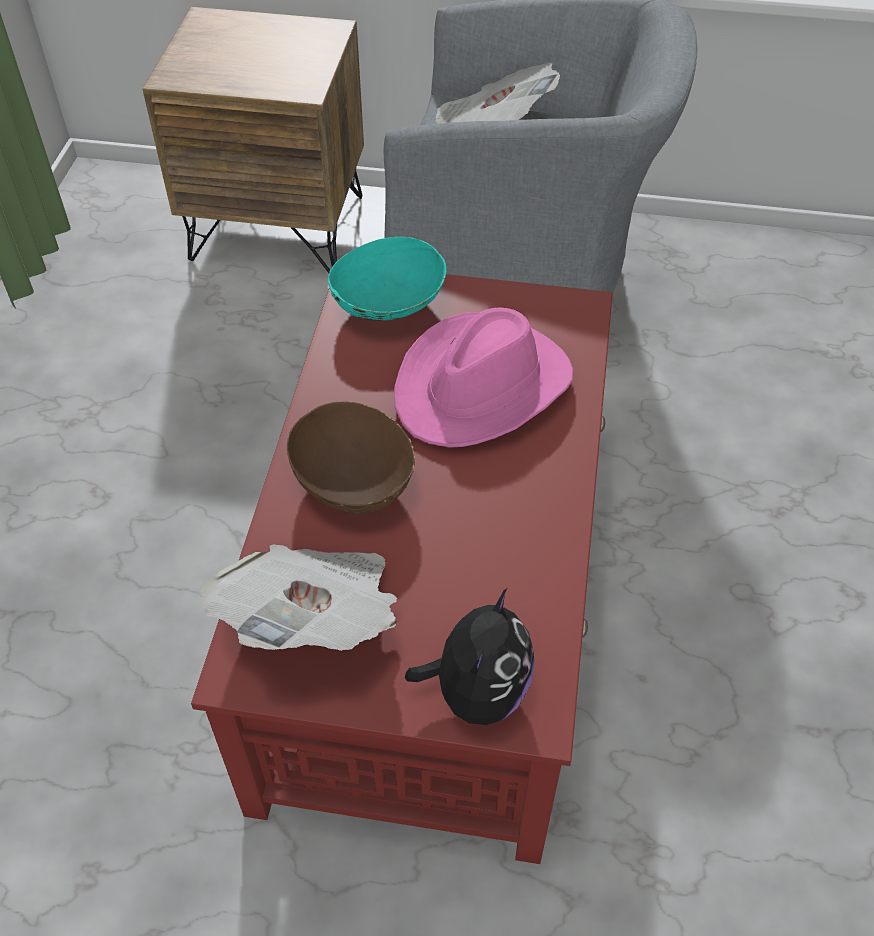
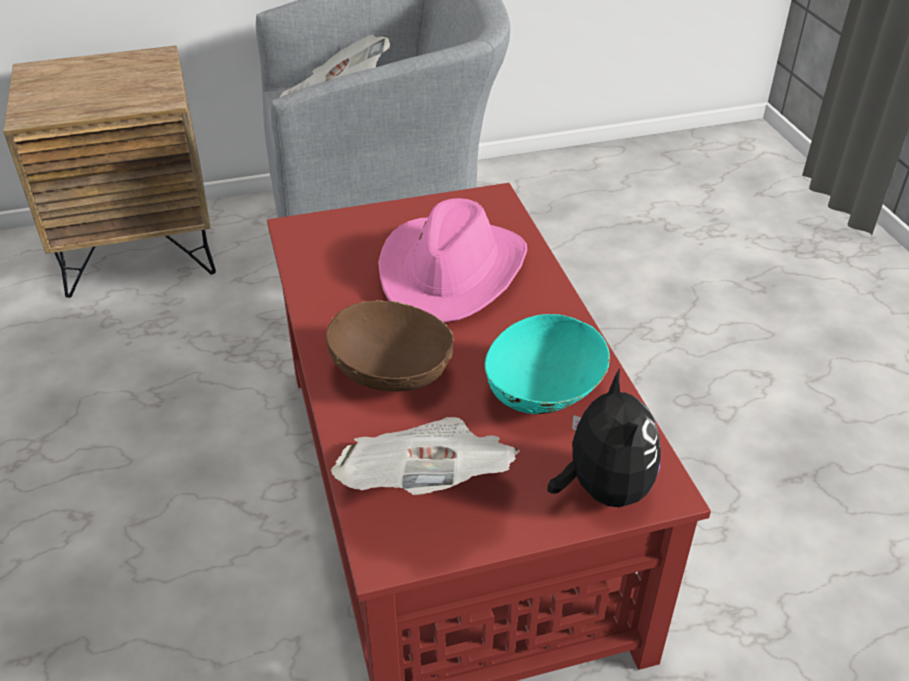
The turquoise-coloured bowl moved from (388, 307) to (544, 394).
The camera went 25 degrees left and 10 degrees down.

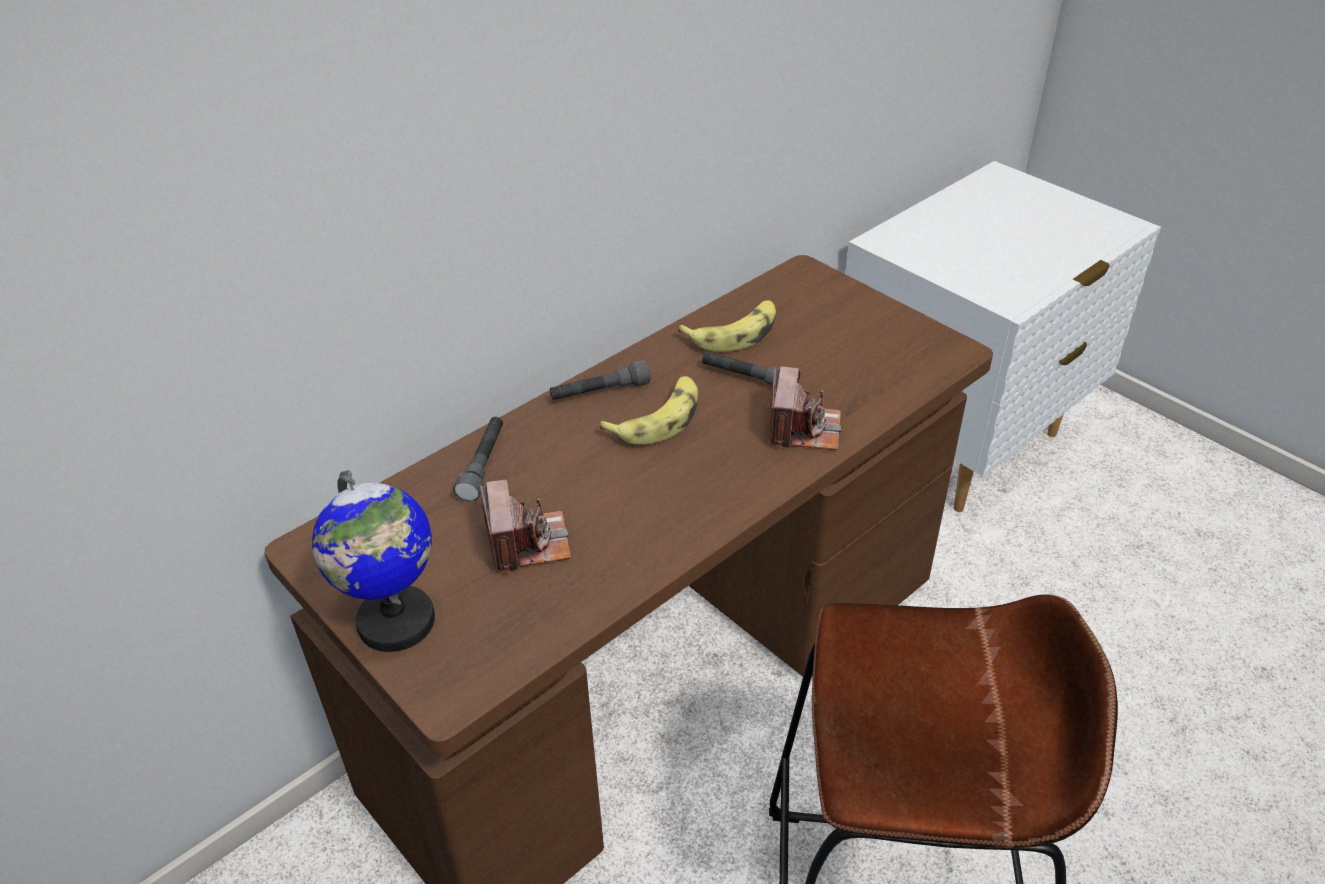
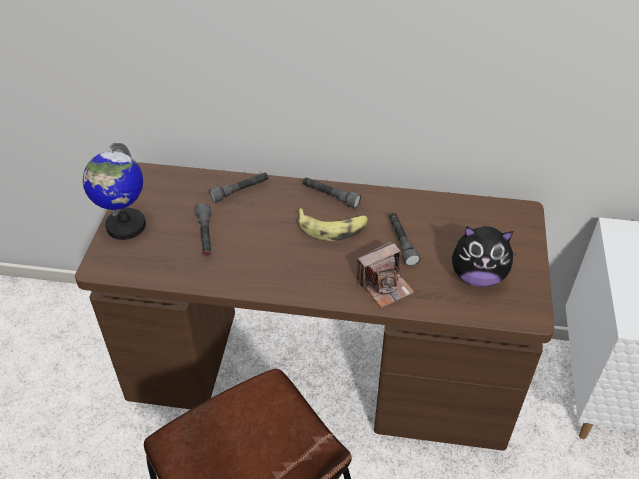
The whole banana at (734, 333) disappeared.
The photo camera at (527, 543) was replaced by the grey torch at (205, 235).
The plush toy at (477, 276) appeared.
The camera went 50 degrees right and 5 degrees up.

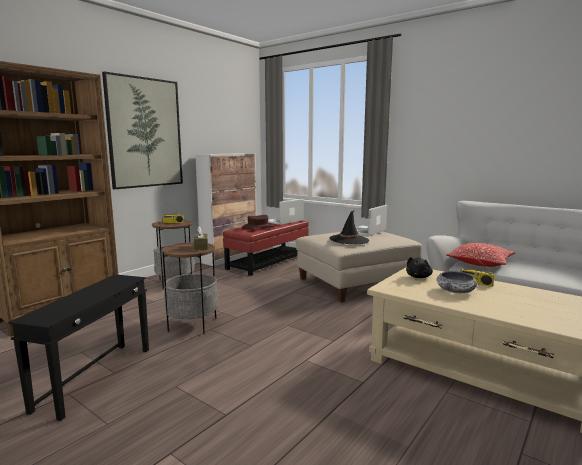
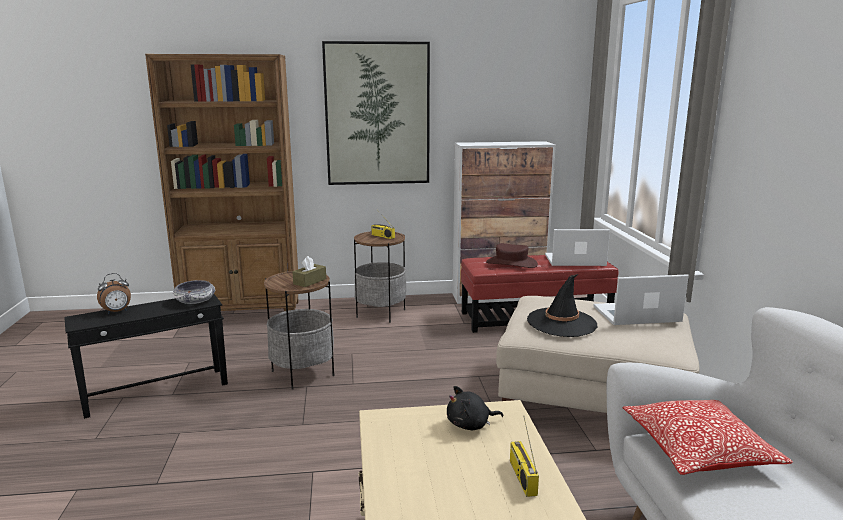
The bowl moved from (455, 291) to (195, 301).
The alarm clock at (117, 312) appeared.
The camera went 45 degrees right and 5 degrees up.

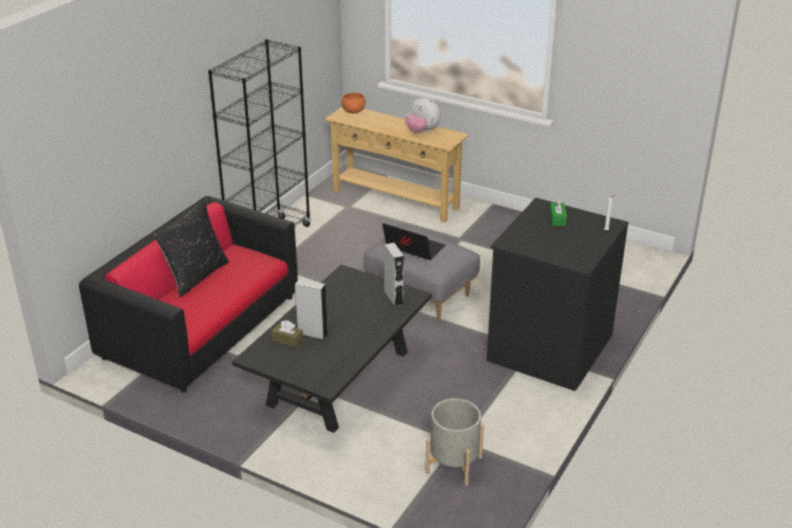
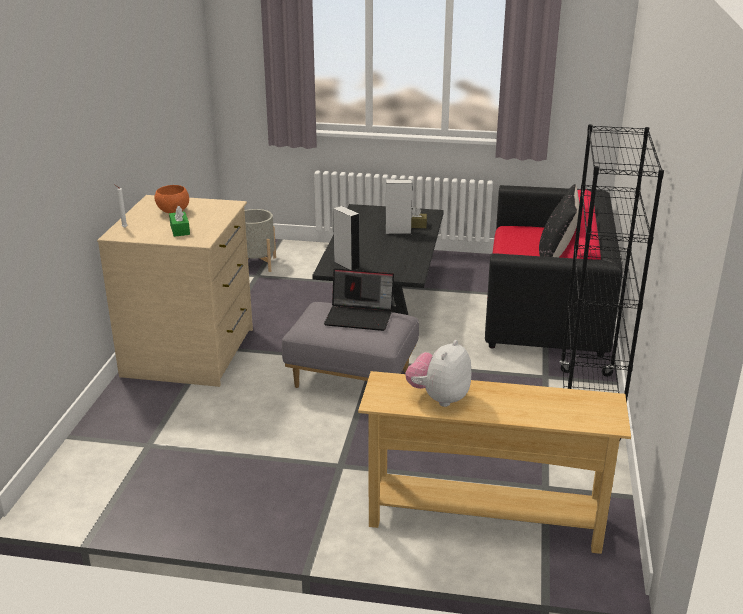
The orangey bowl moved from (353, 111) to (174, 211).
The plush toy at (422, 131) turned 75 degrees counterclockwise.
The blackish dresser at (548, 347) became the sand-coloured dresser at (191, 352).
The camera went 160 degrees right and 5 degrees down.

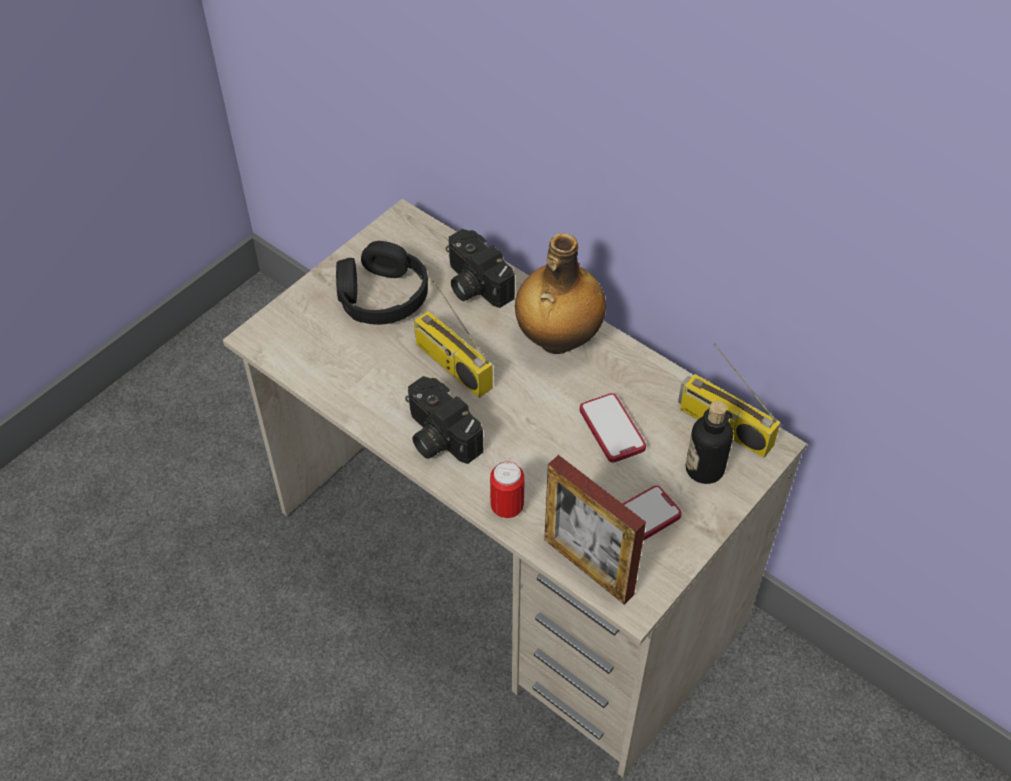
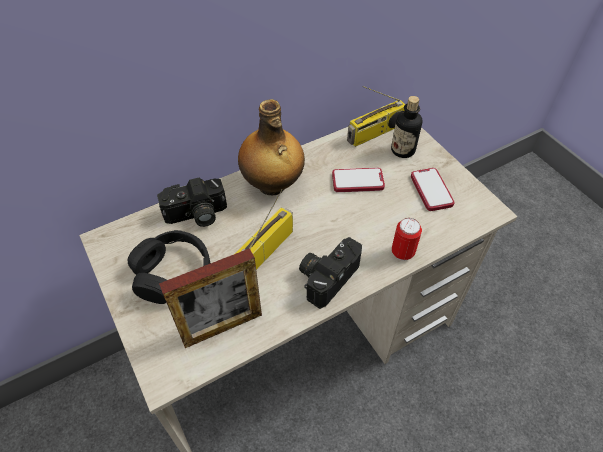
The radio receiver at (451, 365) turned 150 degrees clockwise.
The photo camera at (437, 436) turned 150 degrees clockwise.
The picture frame moved from (588, 567) to (222, 326).
The camera went 70 degrees left and 0 degrees up.

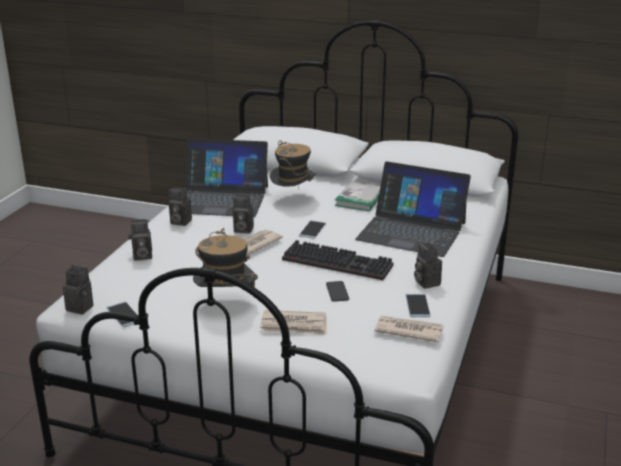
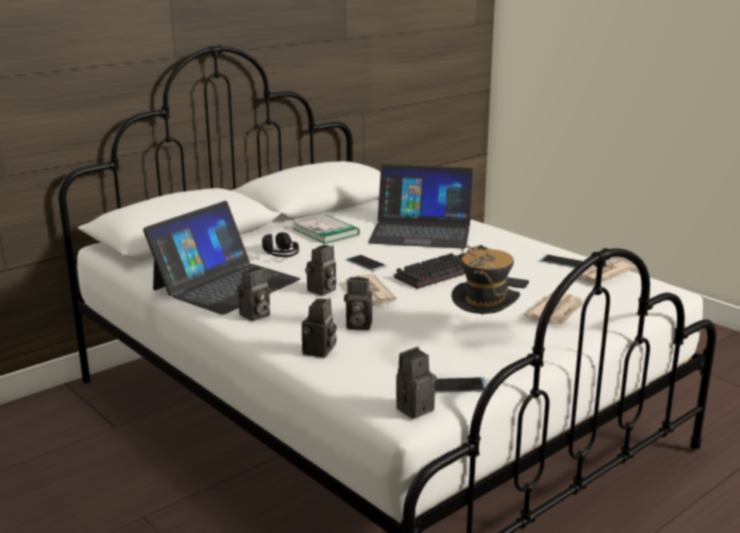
The clothing hat at (293, 199) was replaced by the blackish pair of headphones at (281, 255).
The laptop at (411, 231) turned 45 degrees clockwise.
The photo camera moved from (425, 282) to (357, 325).
The camera went 60 degrees left and 5 degrees down.

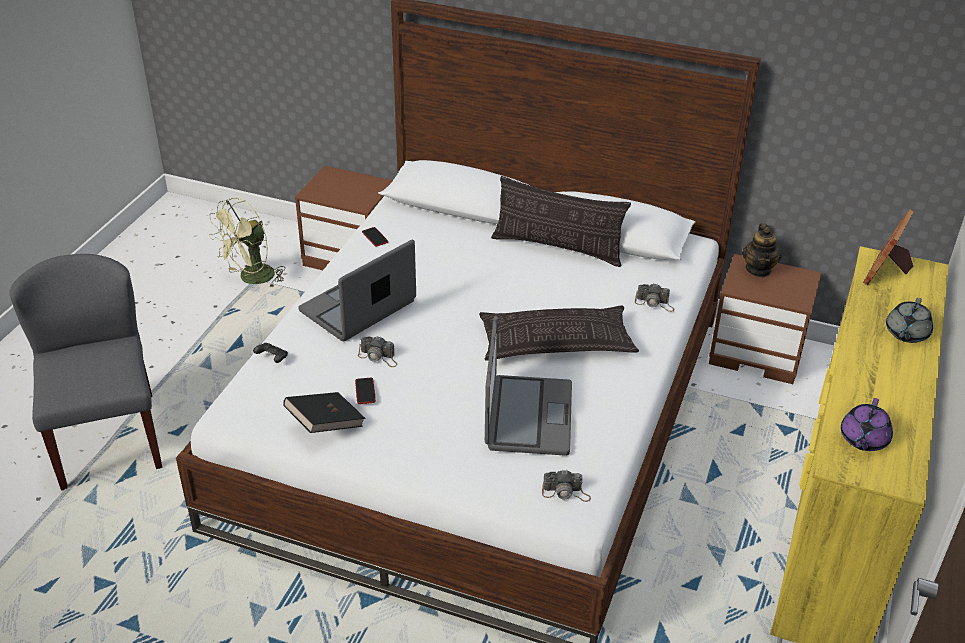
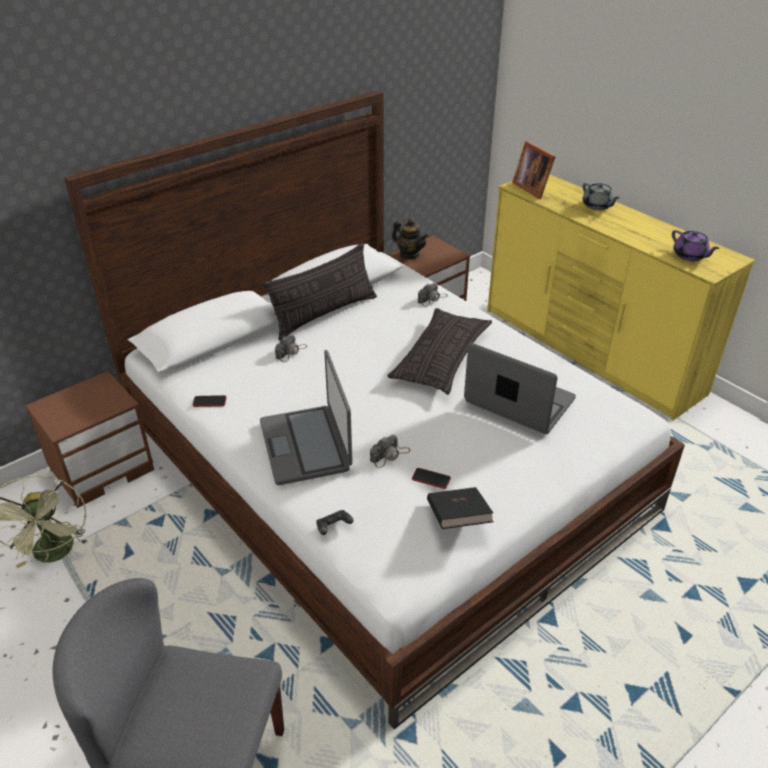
The photo camera moved from (566, 492) to (291, 352).
The camera went 60 degrees left and 0 degrees up.

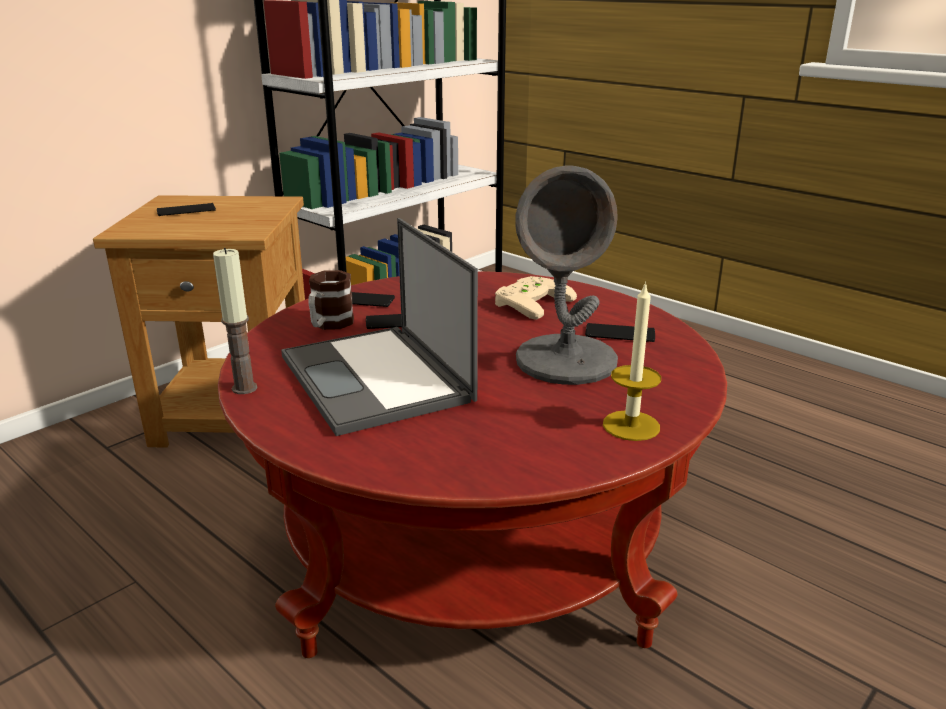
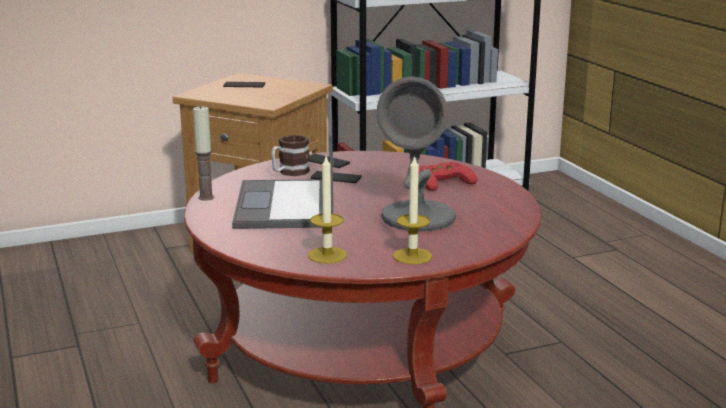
The sand-coloured joypad at (529, 302) became the red-coloured joypad at (441, 180).
The handset at (620, 334) disappeared.
The wax light at (327, 255) appeared.
The camera went 25 degrees right and 5 degrees down.

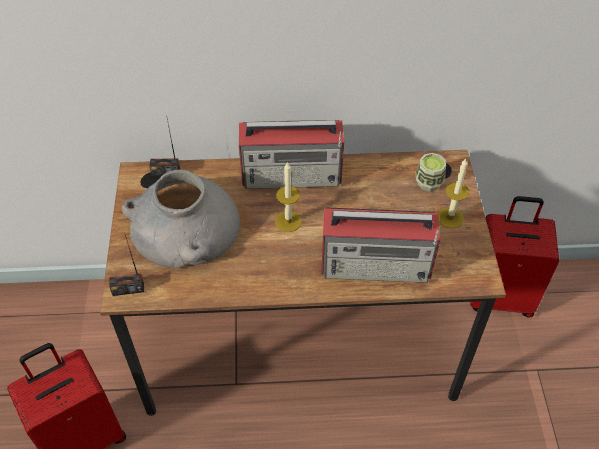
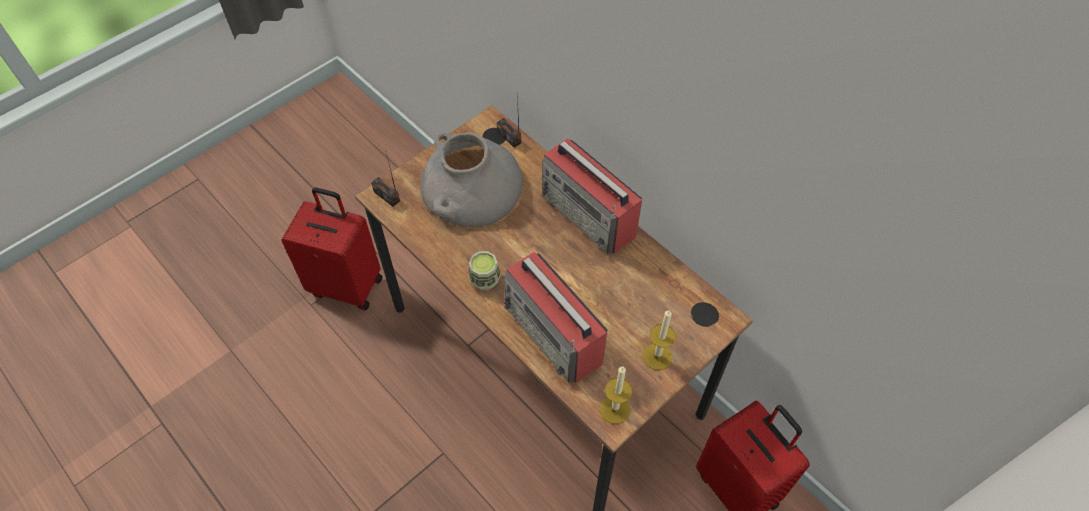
The drinking cup moved from (429, 182) to (485, 280).
The wax light moved from (288, 221) to (615, 409).
The camera went 50 degrees right and 5 degrees up.

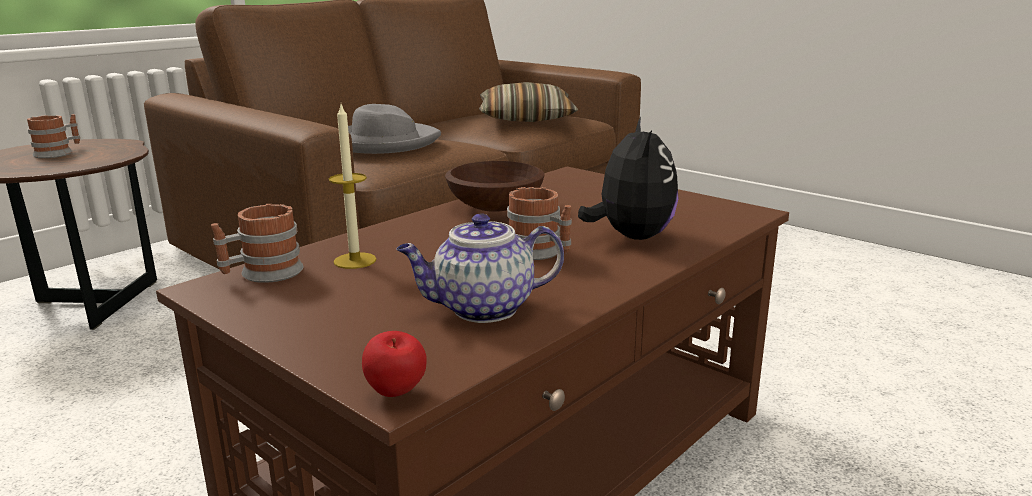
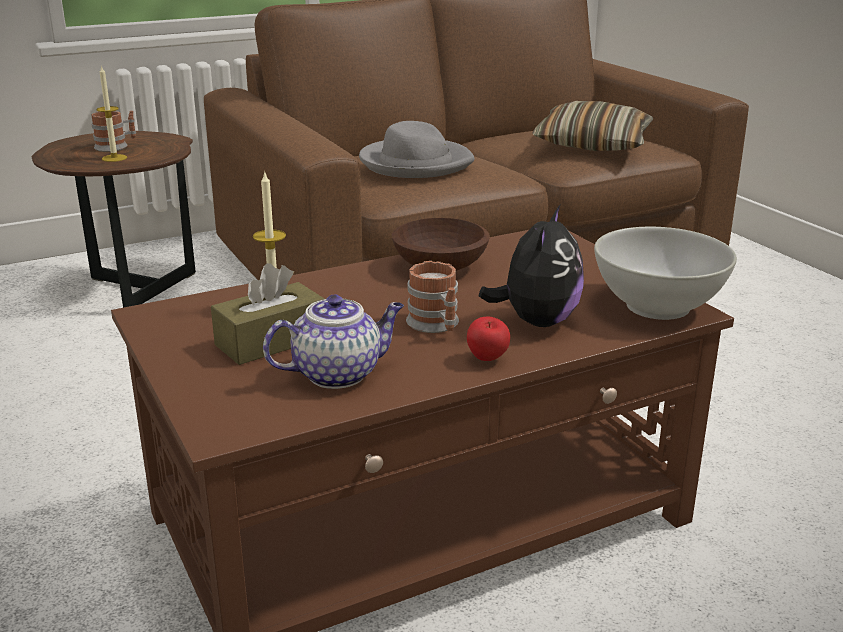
The mug at (262, 274) disappeared.
The pot for tea at (482, 309) turned 150 degrees clockwise.
The whole apple moved from (396, 394) to (487, 360).
The wax light at (114, 158) appeared.
The white bowl at (658, 307) appeared.
The brownish tissue box at (271, 341) appeared.
The camera went 20 degrees right and 5 degrees up.

